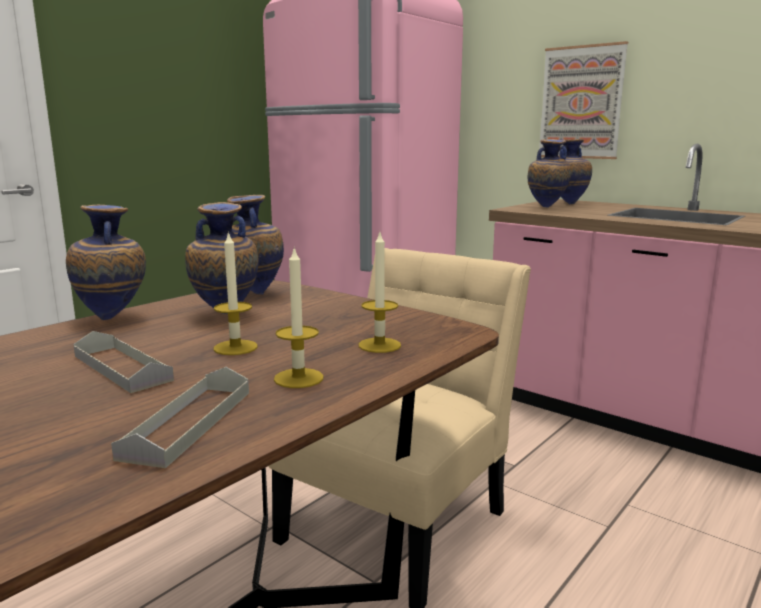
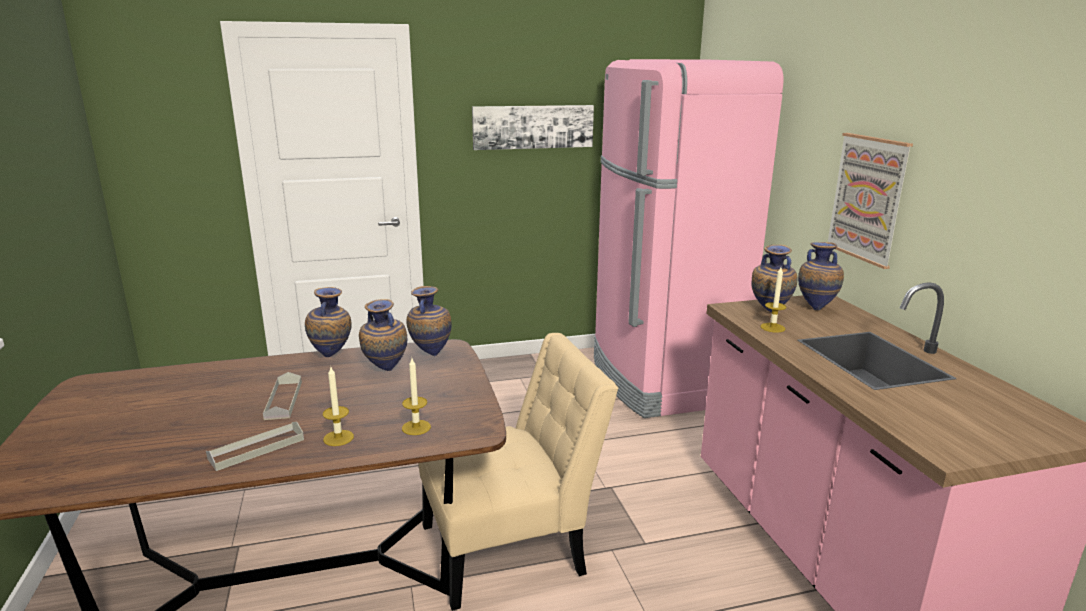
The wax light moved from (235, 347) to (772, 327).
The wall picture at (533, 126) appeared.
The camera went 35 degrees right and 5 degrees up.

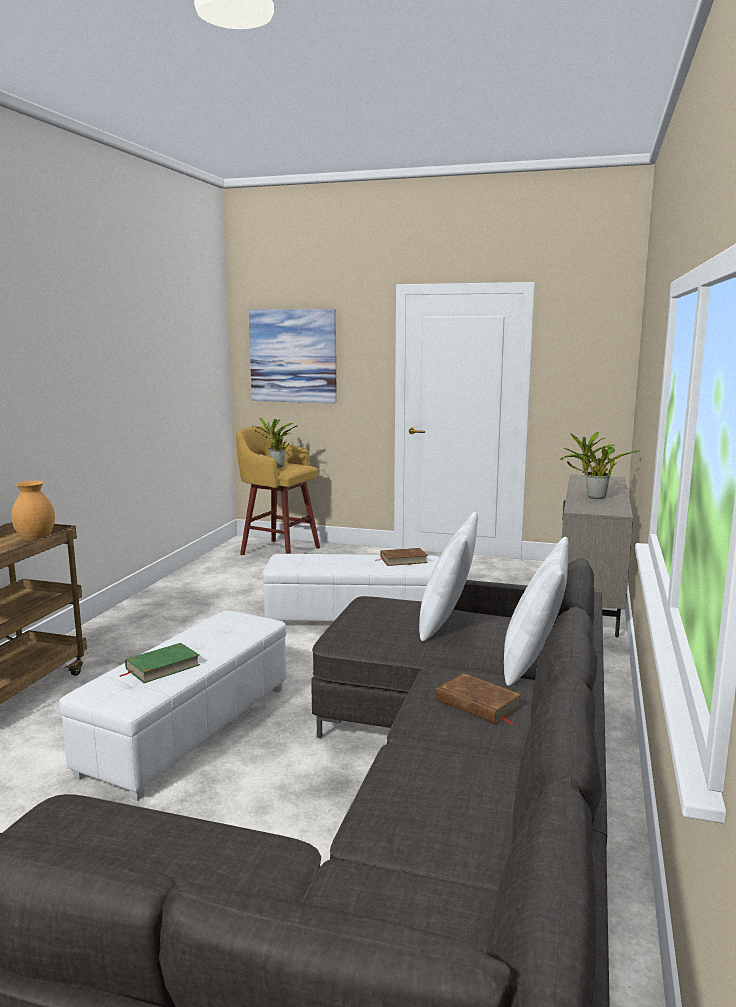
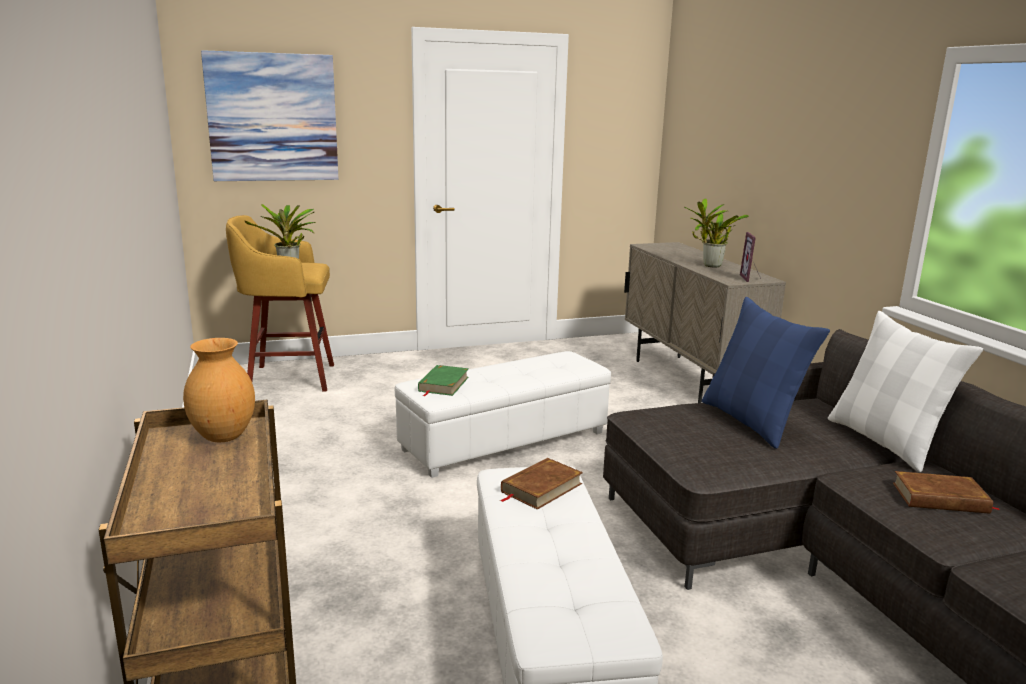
The white cushion at (446, 622) became the bluish cushion at (751, 421).
The brownish bound book moved from (403, 560) to (541, 488).
The green bound book moved from (162, 667) to (443, 384).
The picture frame at (751, 278) appeared.
The camera went 35 degrees left and 5 degrees up.

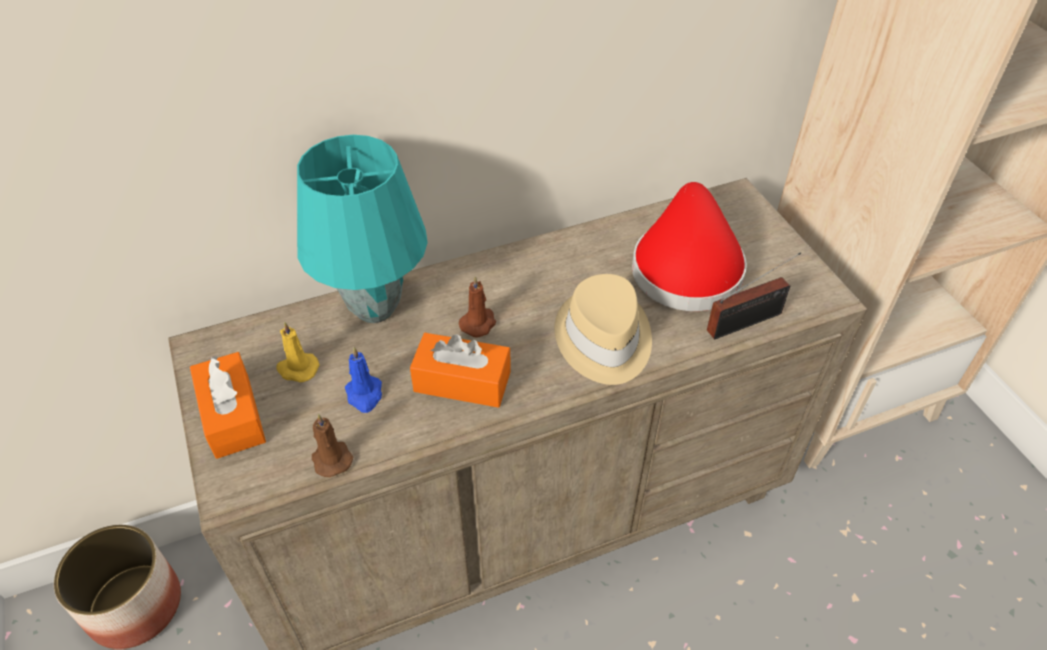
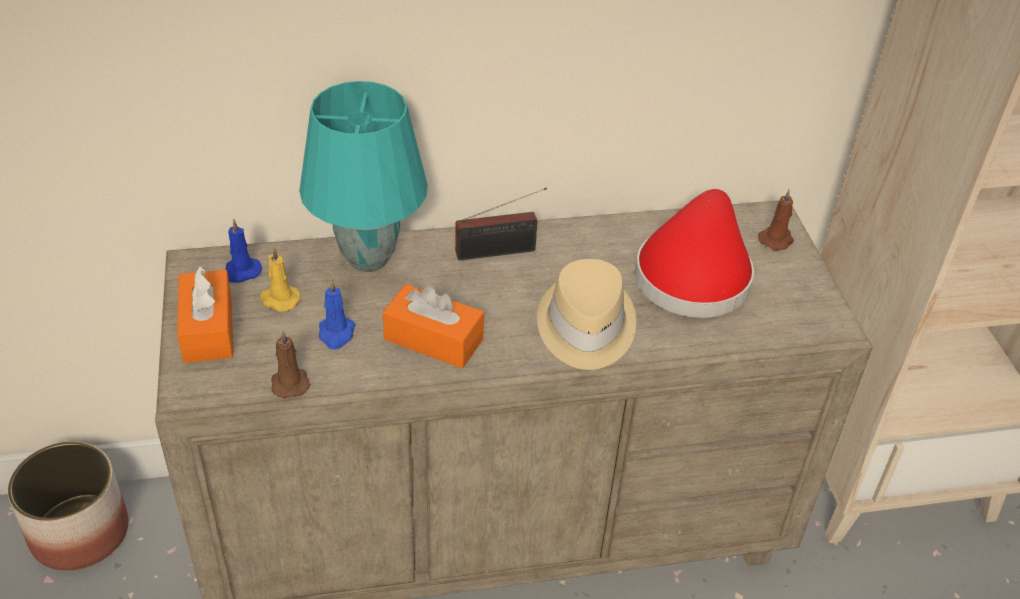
The radio receiver moved from (748, 321) to (500, 251).
The brownish wax light moved from (479, 323) to (776, 239).
The bluish wax light at (240, 272) appeared.
The camera went 10 degrees right and 5 degrees down.

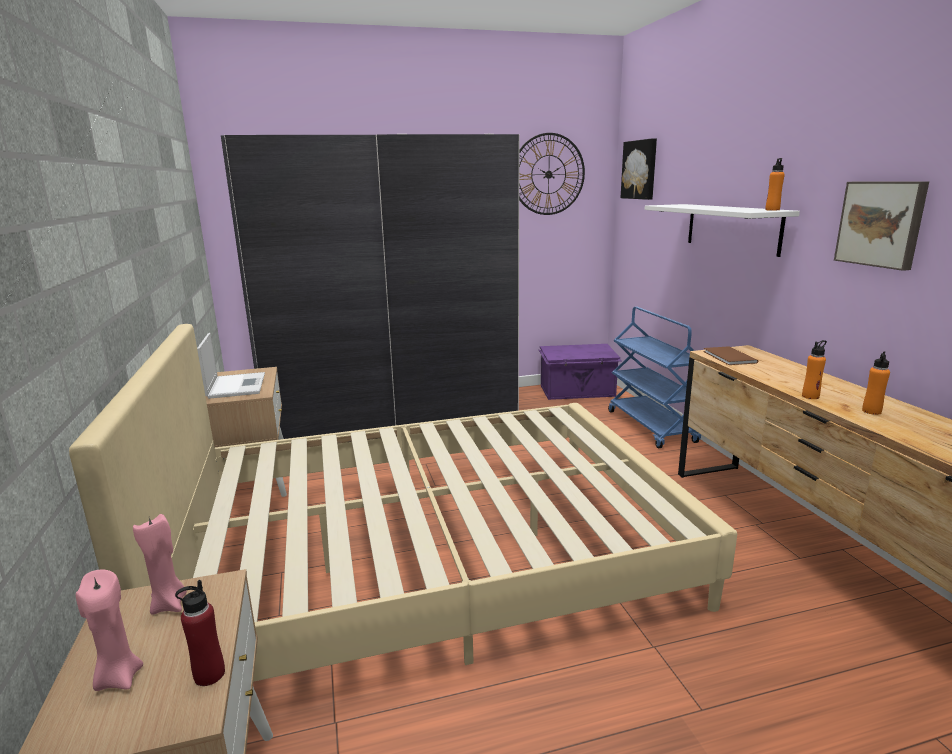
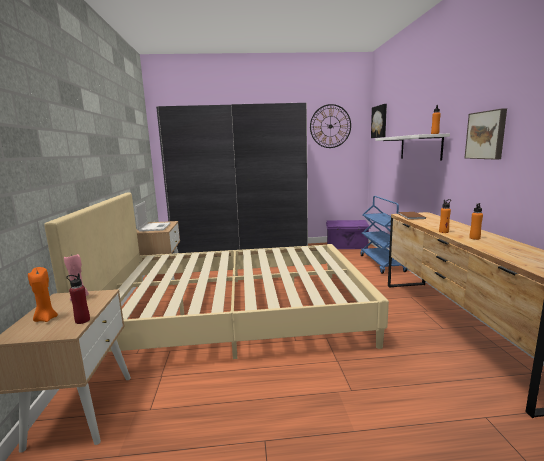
The pink wax light at (118, 678) became the orangey wax light at (46, 319).
The camera went 10 degrees right and 5 degrees down.

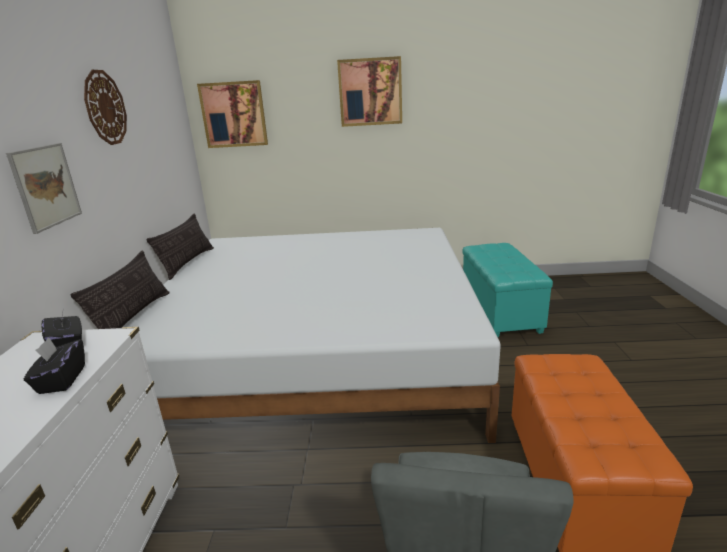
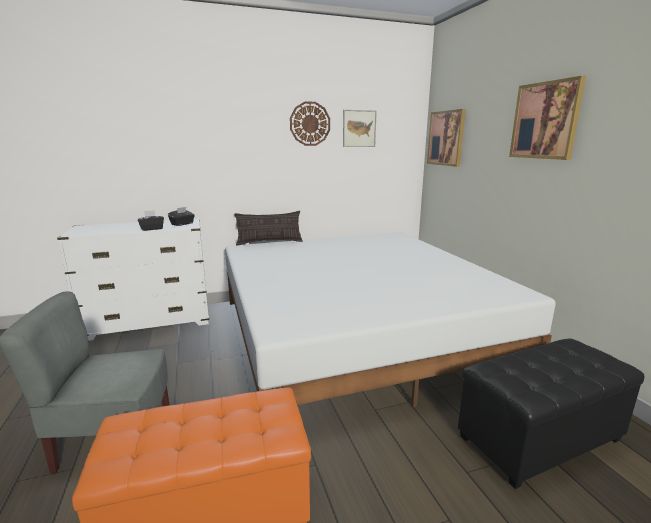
The wall picture moved from (46, 186) to (359, 128).
The cushion at (188, 263) disappeared.
The turquoise-coloured ottoman at (499, 312) became the blackish ottoman at (538, 438).
The camera went 70 degrees right and 5 degrees down.

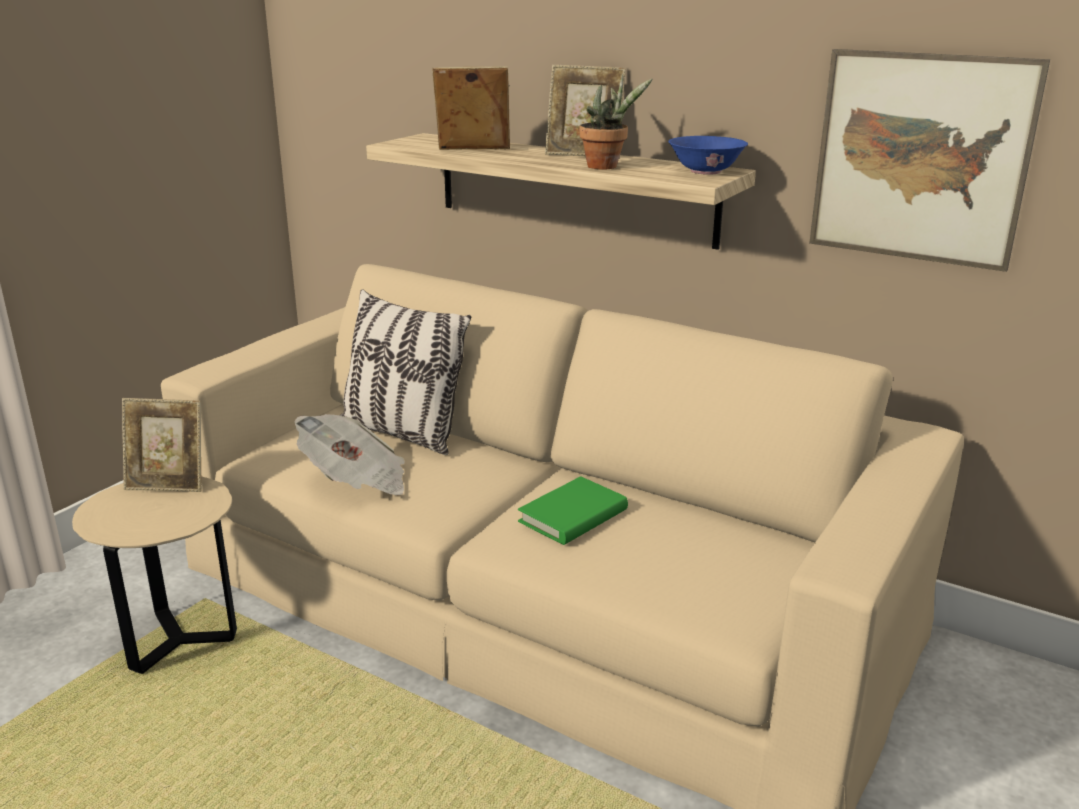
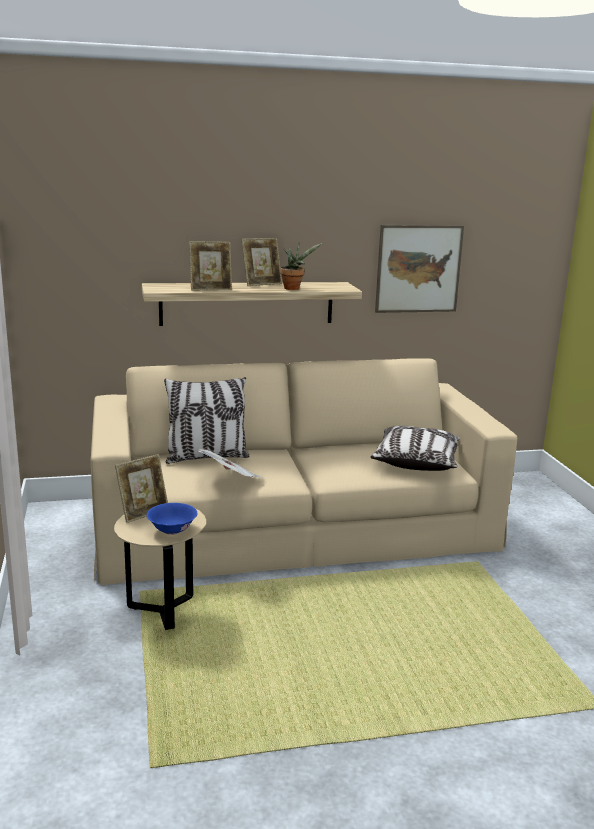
The picture frame at (473, 151) turned 150 degrees counterclockwise.
The bluish bowl moved from (706, 171) to (172, 530).
The green bound book at (573, 516) disappeared.
The cushion at (416, 461) appeared.
The camera went 45 degrees left and 5 degrees down.

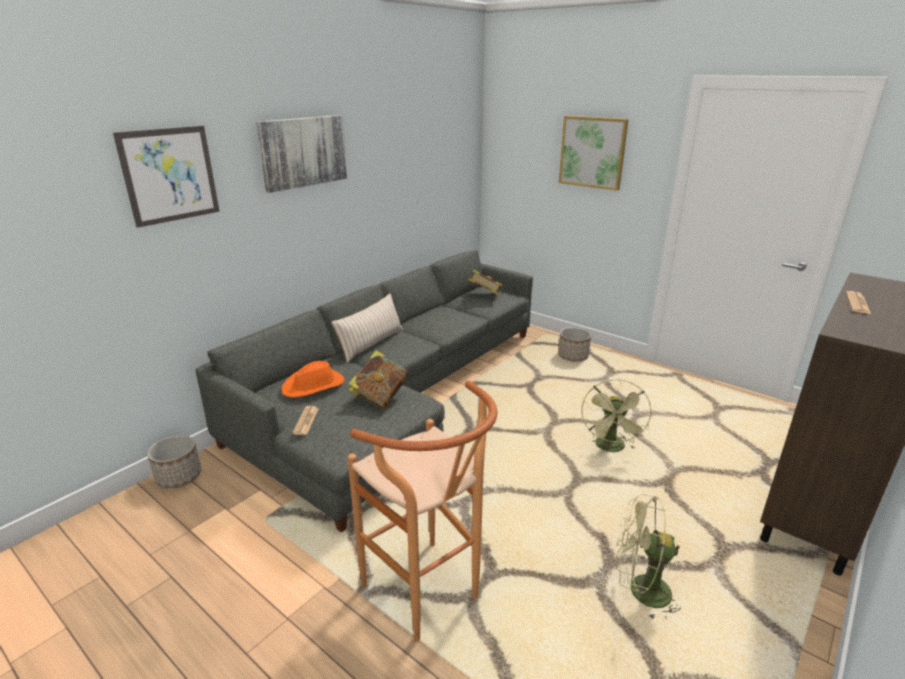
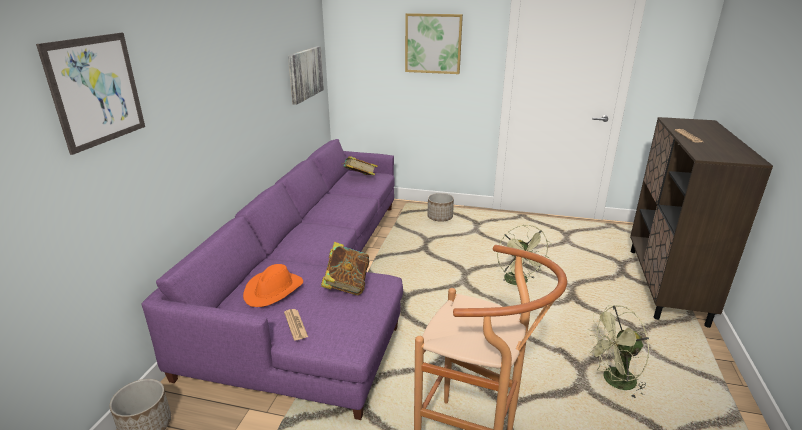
The wall picture moved from (303, 152) to (305, 74).
The grey couch at (394, 396) became the purplish couch at (316, 285).
The sand-coloured cushion at (371, 344) disappeared.
The camera went 25 degrees left and 0 degrees up.

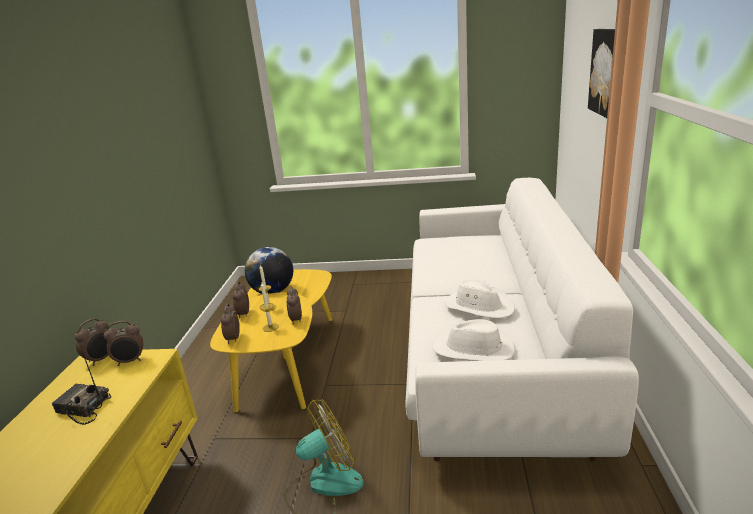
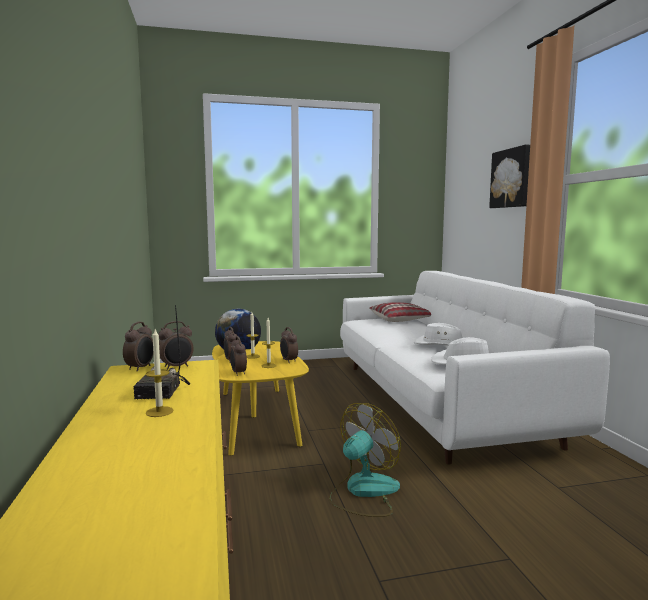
The radio receiver at (83, 408) turned 90 degrees counterclockwise.
The cushion at (401, 320) appeared.
The wax light at (159, 412) appeared.
The camera went 20 degrees left and 15 degrees down.

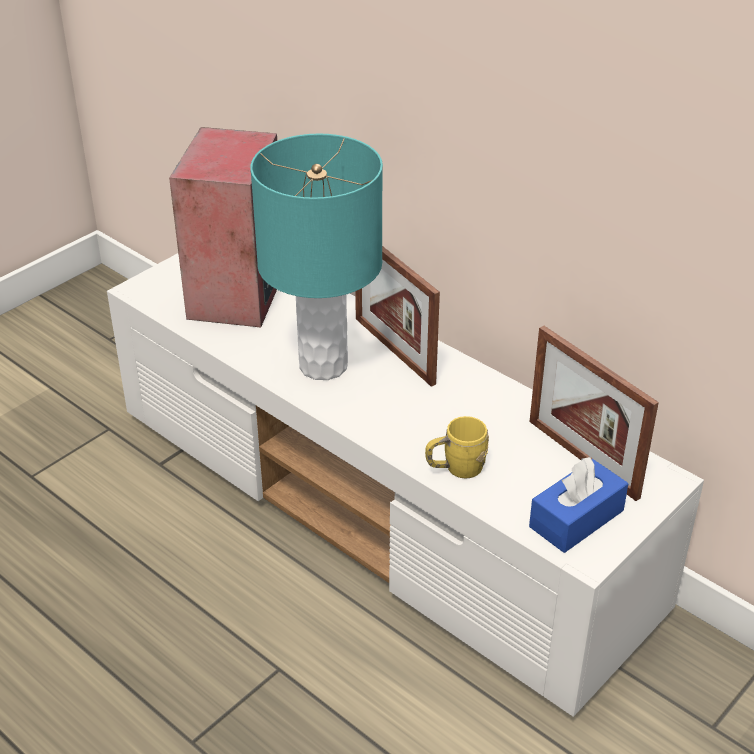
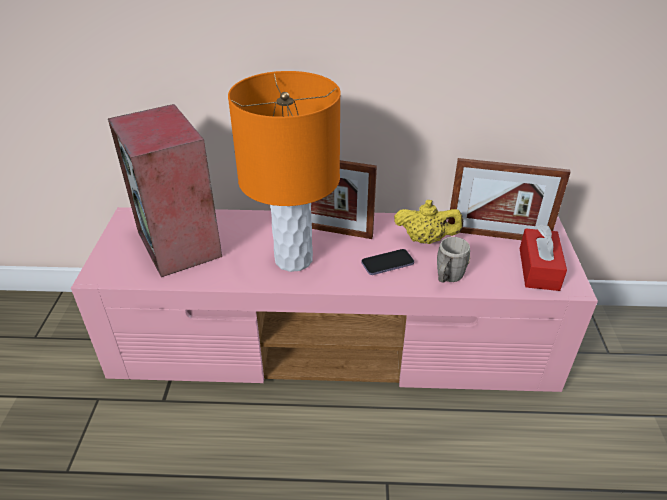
The turquoise-coloured table lamp at (322, 365) became the orangey table lamp at (293, 260).
The white media console at (381, 510) became the pink media console at (336, 343).
The yellow mug at (456, 469) became the grey mug at (447, 278).
The bluish tissue box at (576, 519) became the red-coloured tissue box at (538, 269).
The yellow pot for tea at (425, 240) appeared.
The handset at (387, 263) appeared.
The camera went 40 degrees left and 0 degrees up.

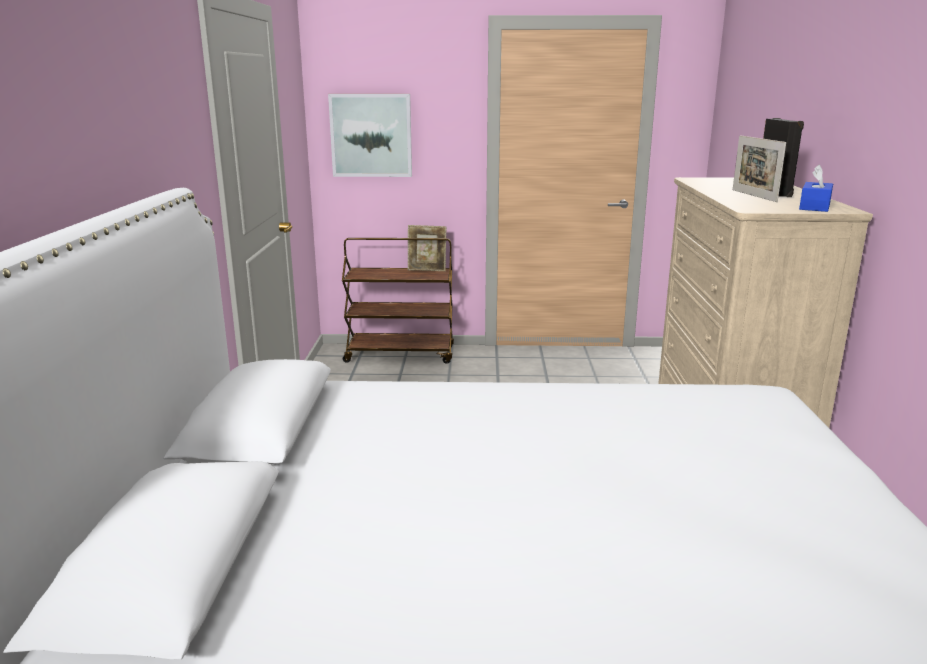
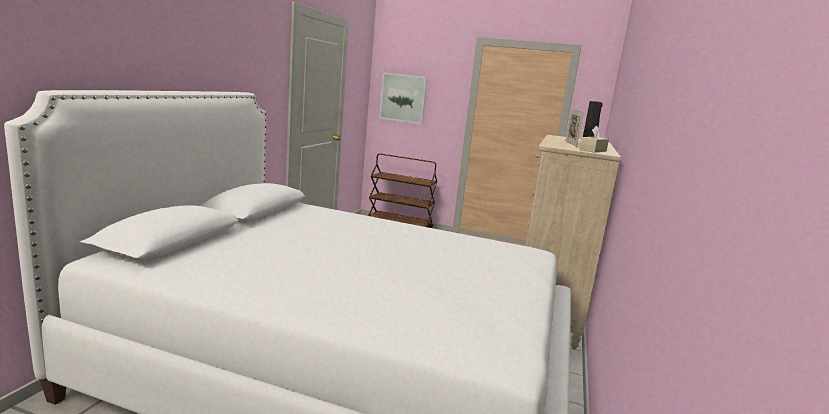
The bluish tissue box at (814, 207) became the sand-coloured tissue box at (593, 150).
The picture frame at (427, 270) disappeared.
The camera went 15 degrees right and 5 degrees down.

